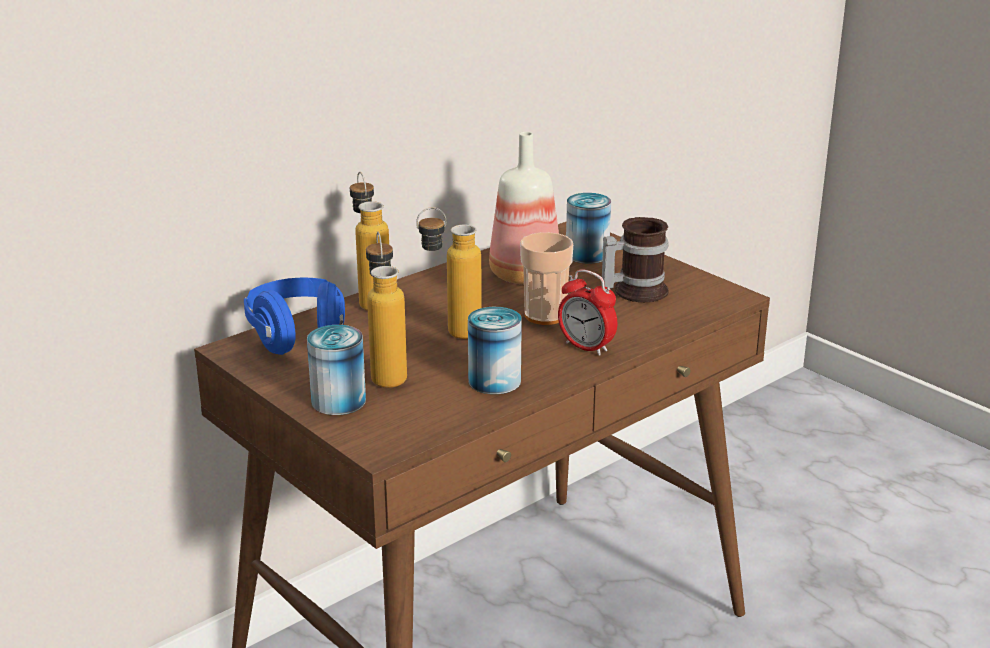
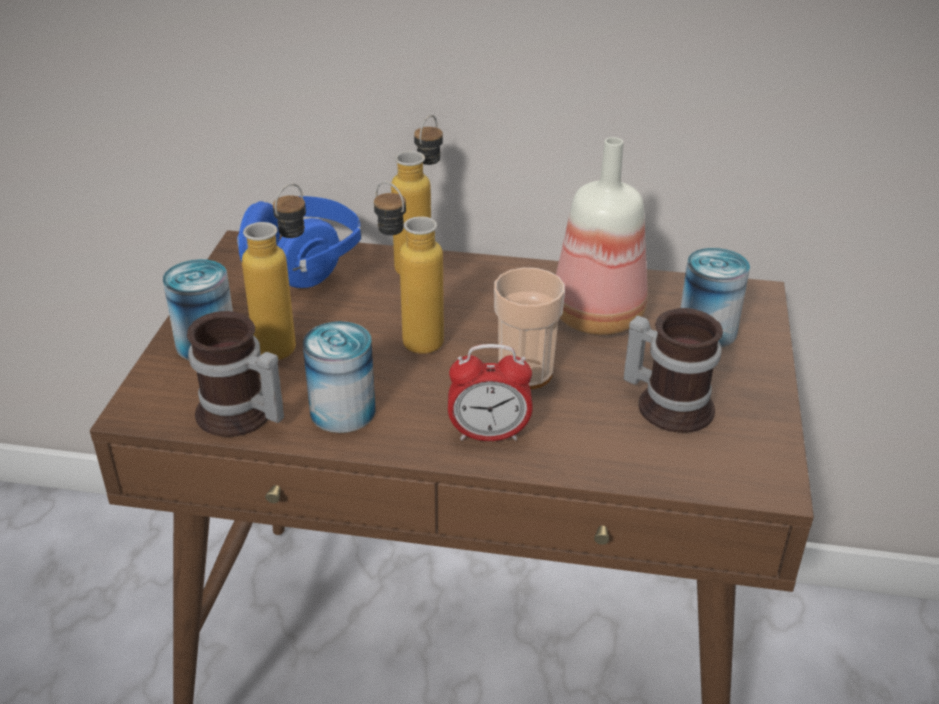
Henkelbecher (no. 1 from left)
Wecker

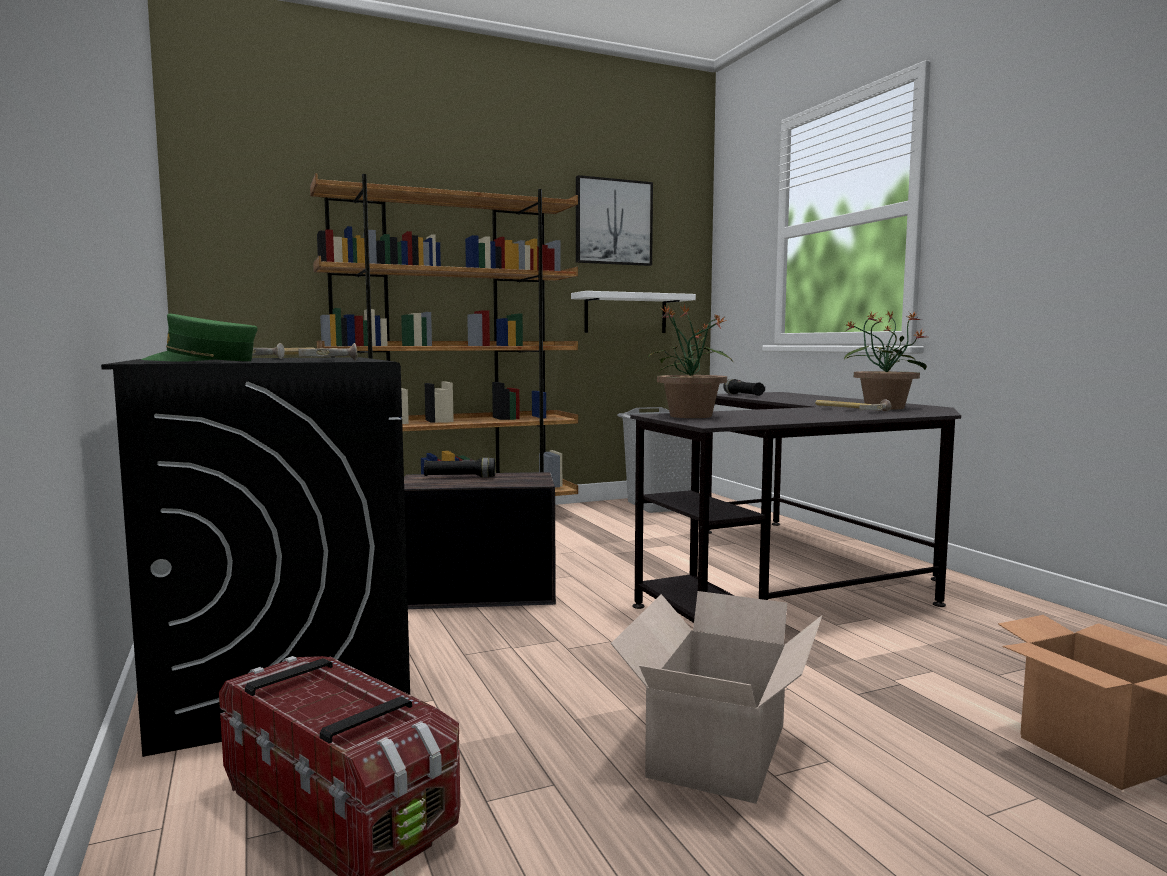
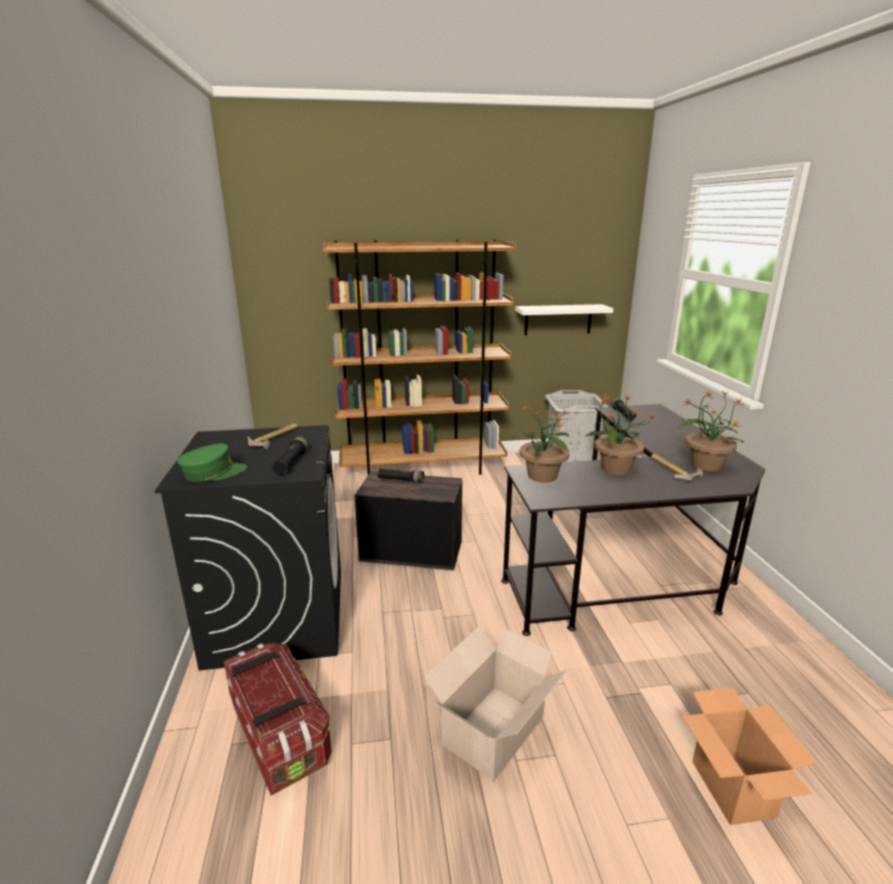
Kappe [grün]
Taschenlampe [schwarz] (no. 1 from left)
Topfpflanze (no. 2 from left)
Bild

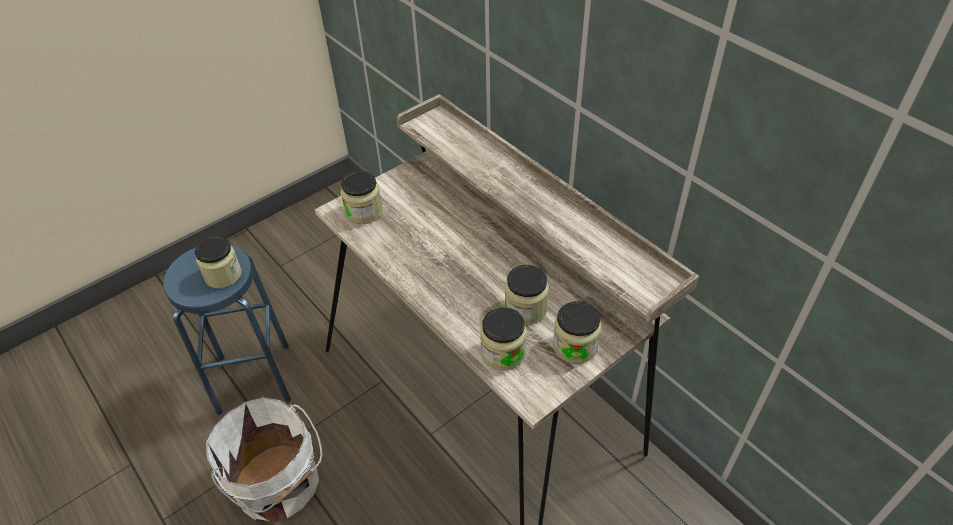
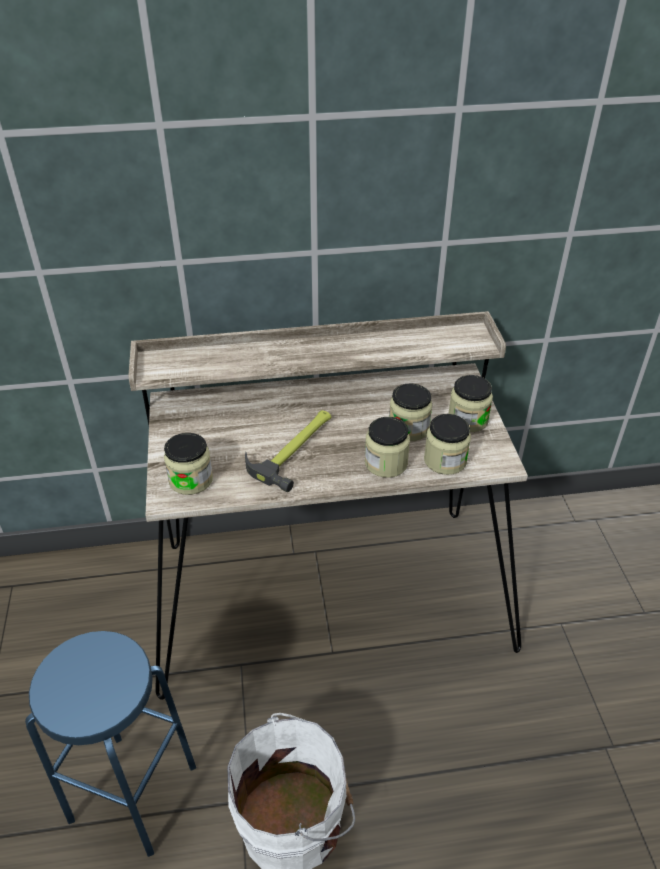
Hammer
Vorratsglas (no. 2 from left)

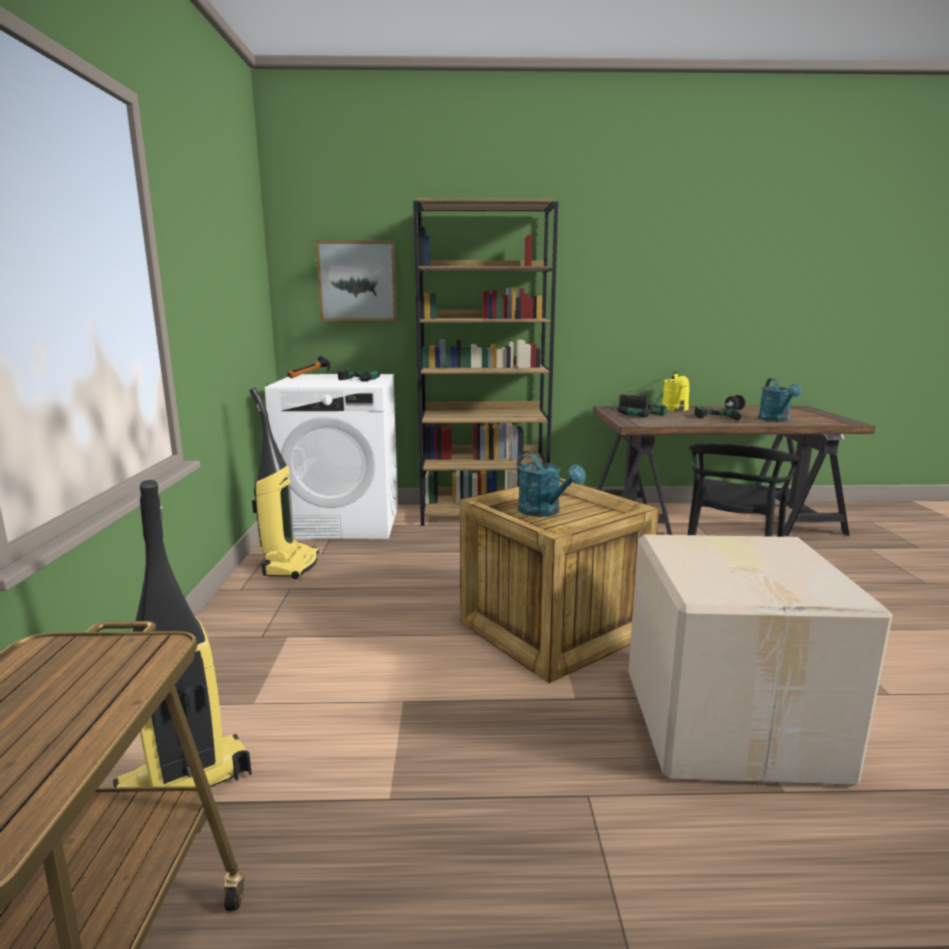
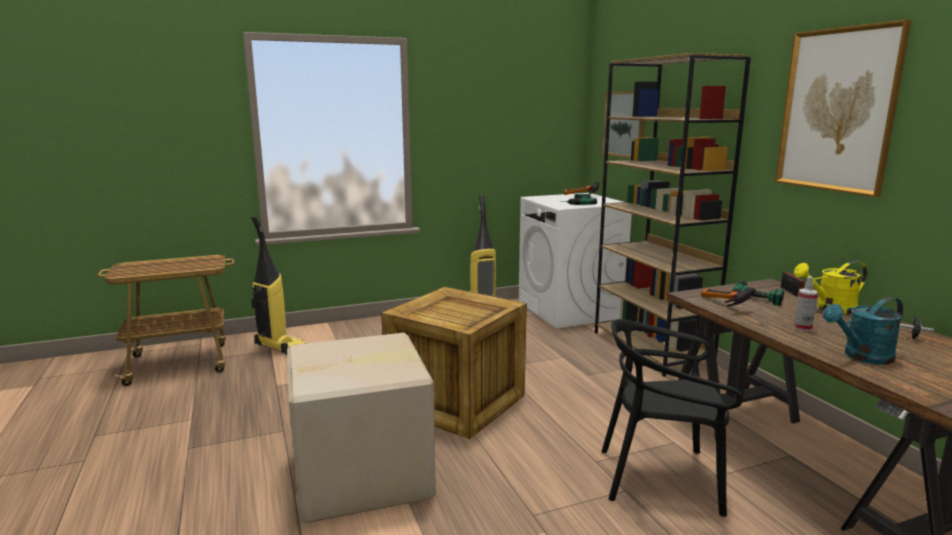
Hammer (no. 2 from left)
Bild (no. 2 from left)
Sprühflasche
Gießkanne [türkis] (no. 1 from left in the first image)

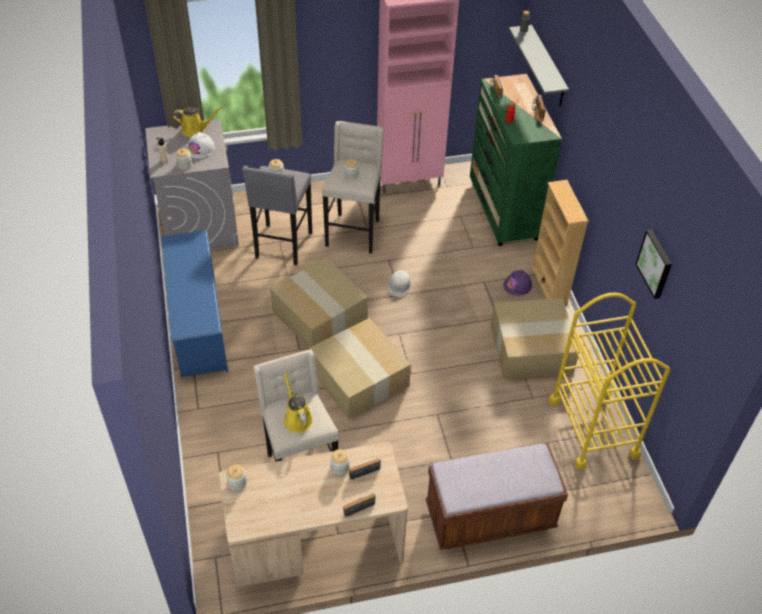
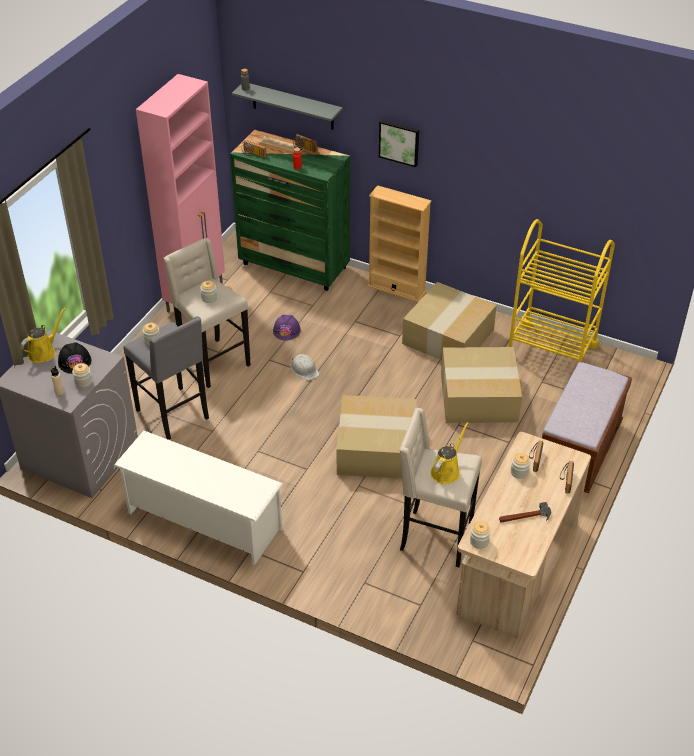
Schutzhelm [schwarz]
Schuhregal [weiß]
Schutzhelm [lila]
Bild
Gießkanne [gelb] (no. 2 from left)
Karton (no. 3 from left)
Hammer

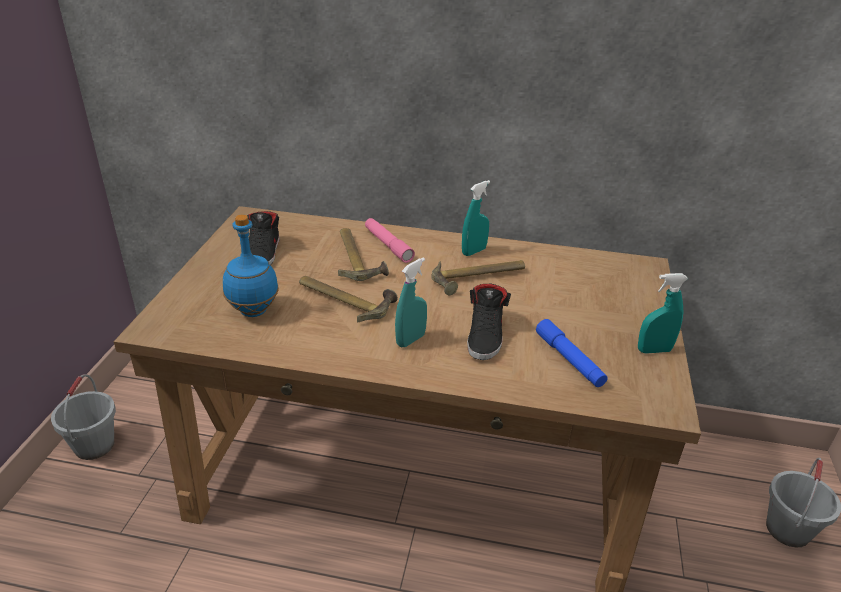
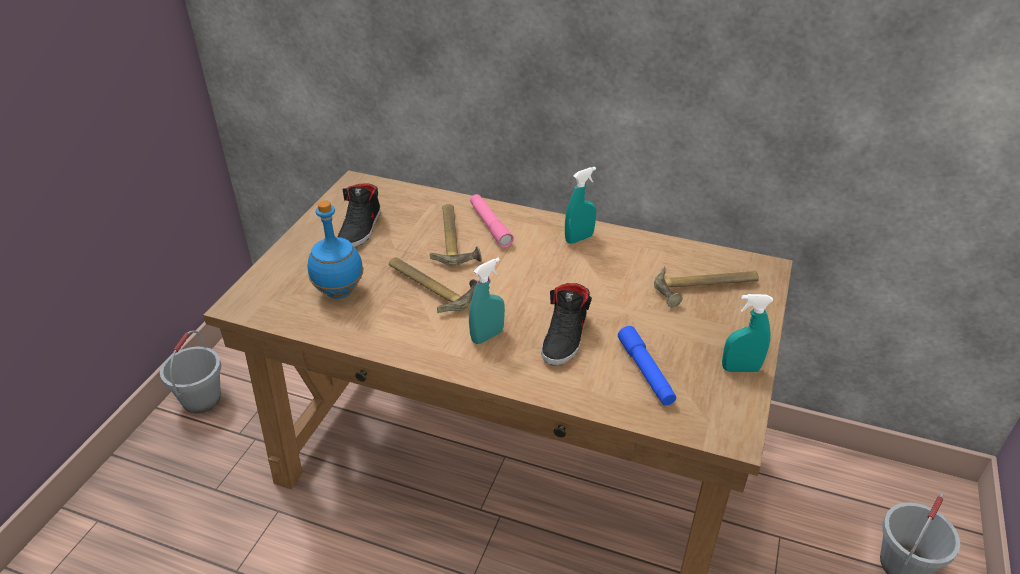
Hammer (no. 3 from left)

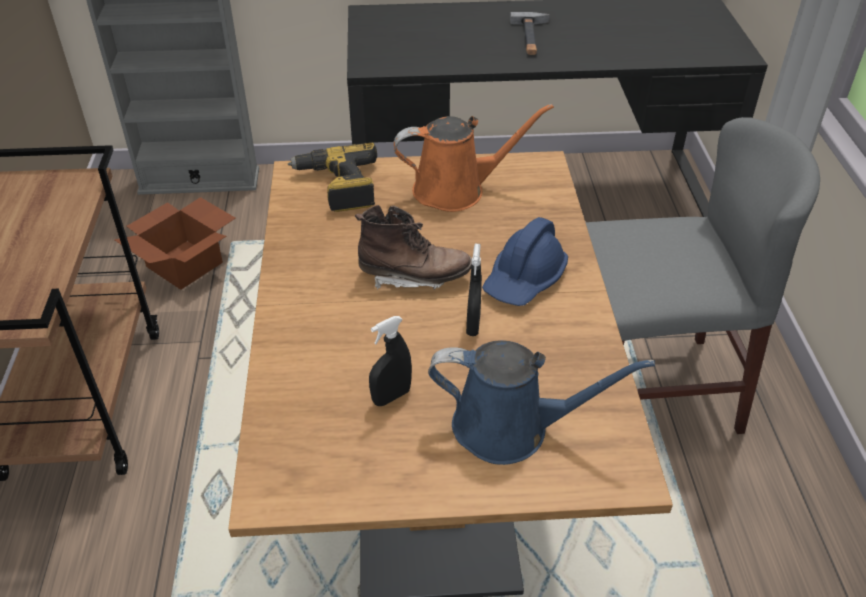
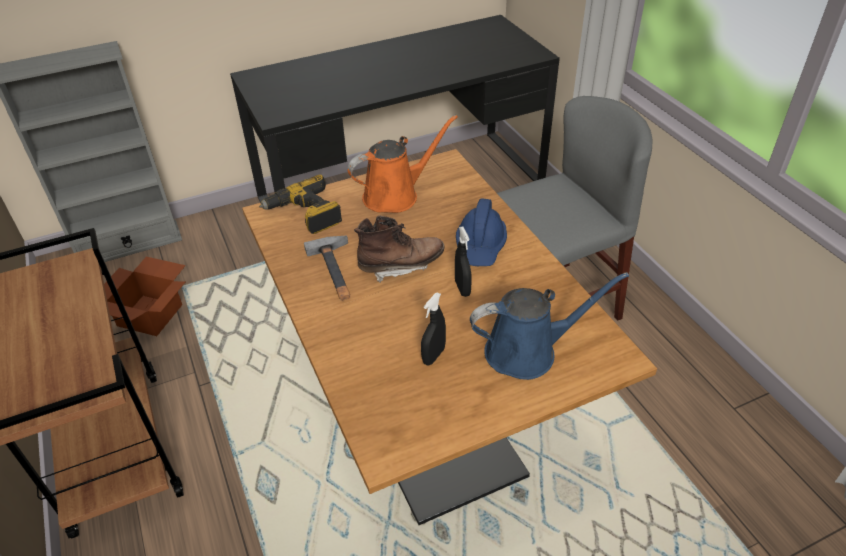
Hammer

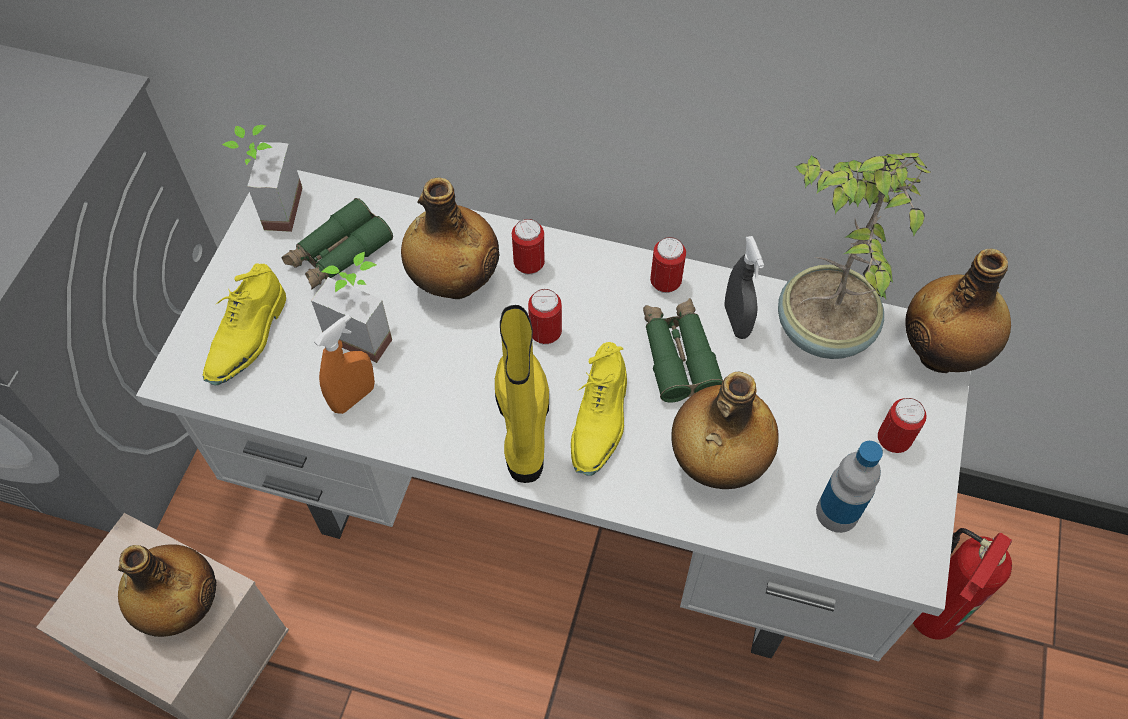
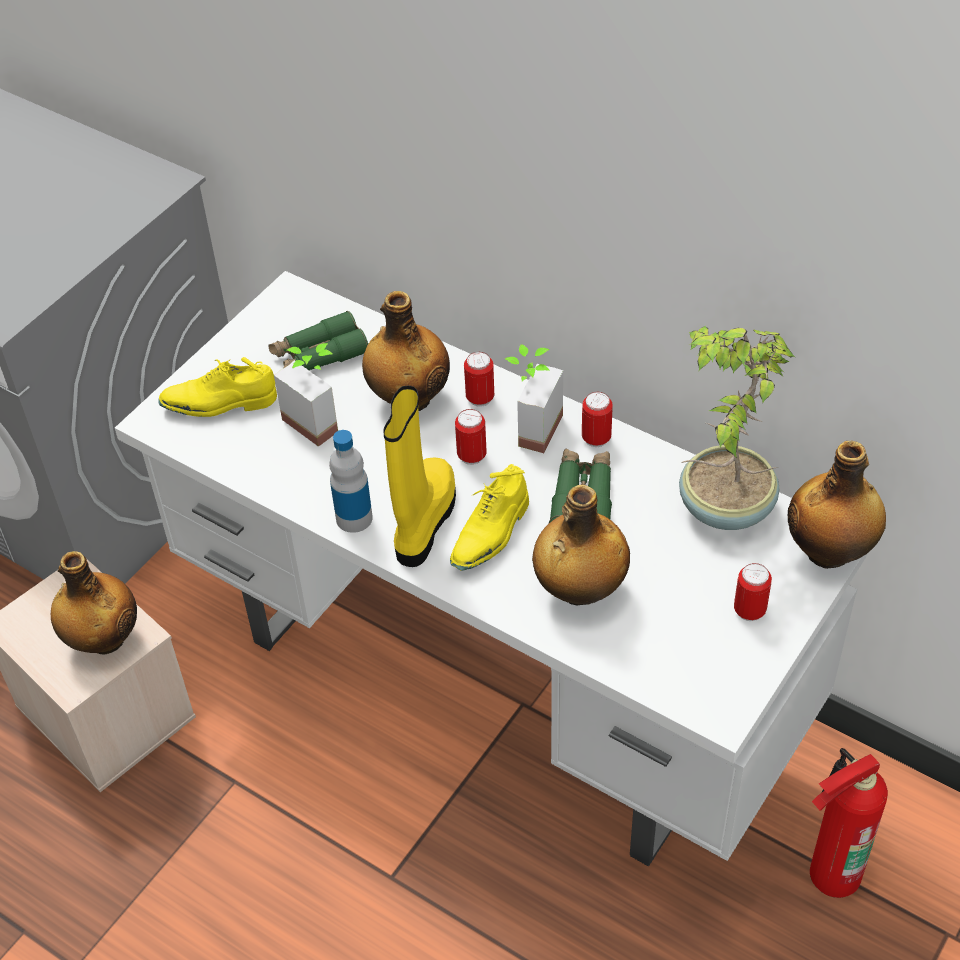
Schuh [gelb] (no. 1 from left)
Flasche (no. 2 from left)
Topfpflanze (no. 2 from left)
Sprühflasche [orange]
Sprühflasche [grau]

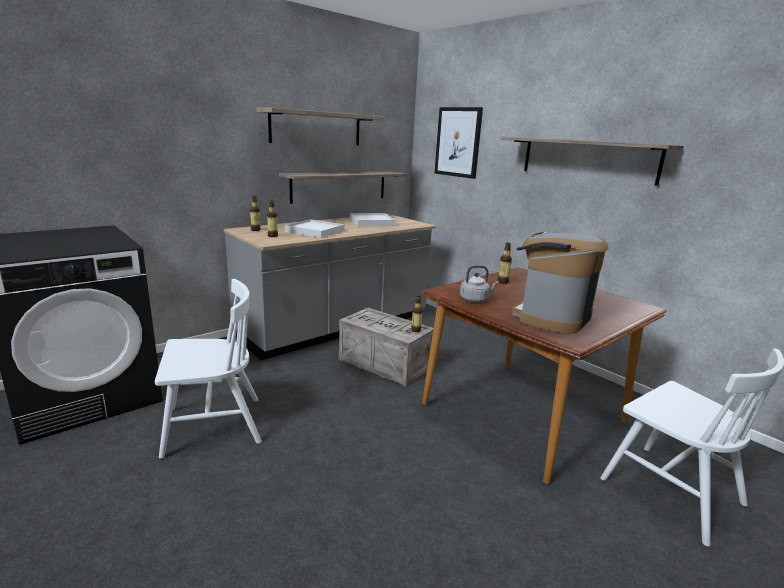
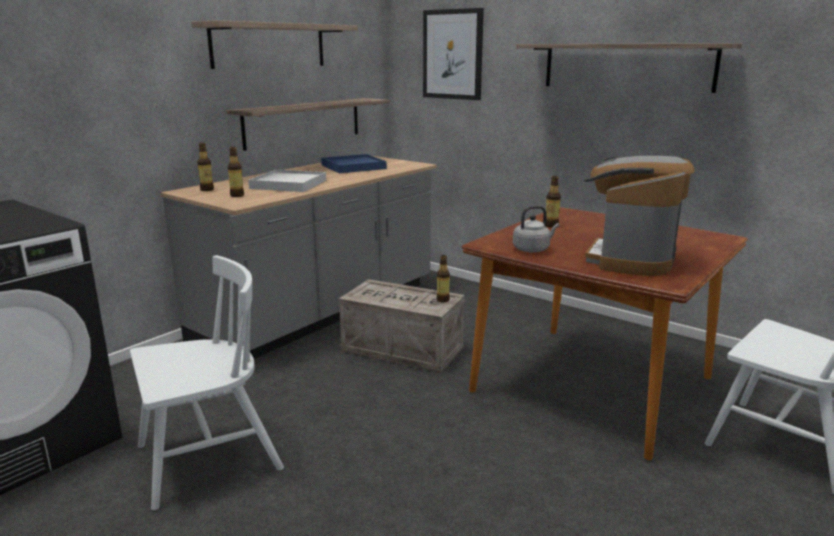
Tablett [blau]

